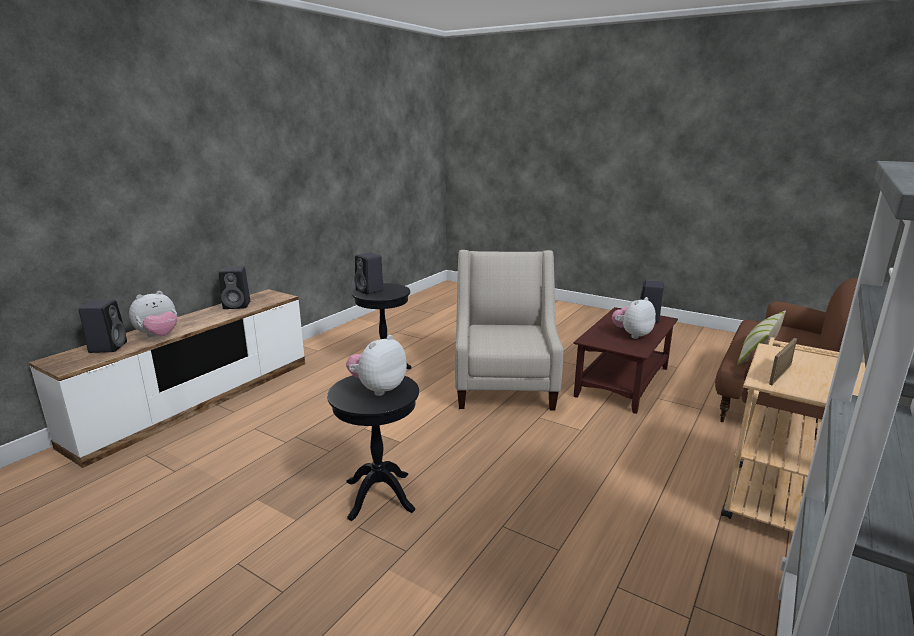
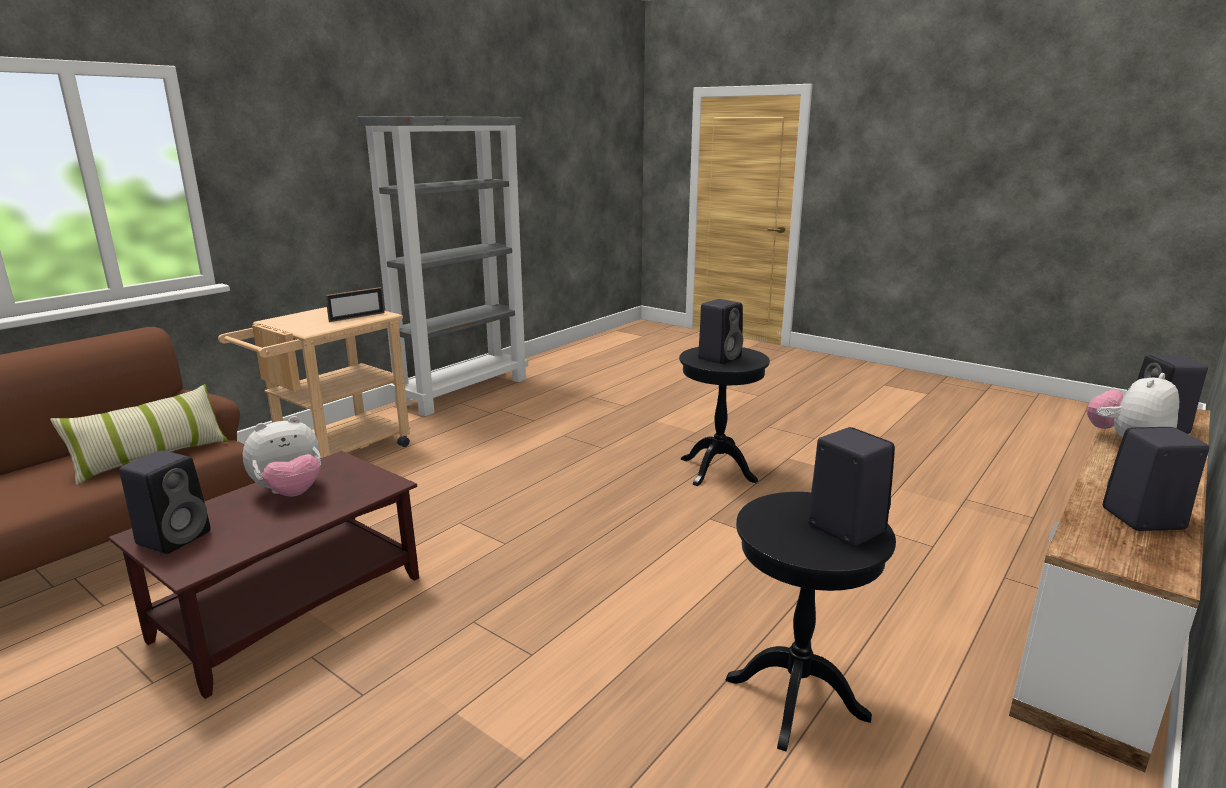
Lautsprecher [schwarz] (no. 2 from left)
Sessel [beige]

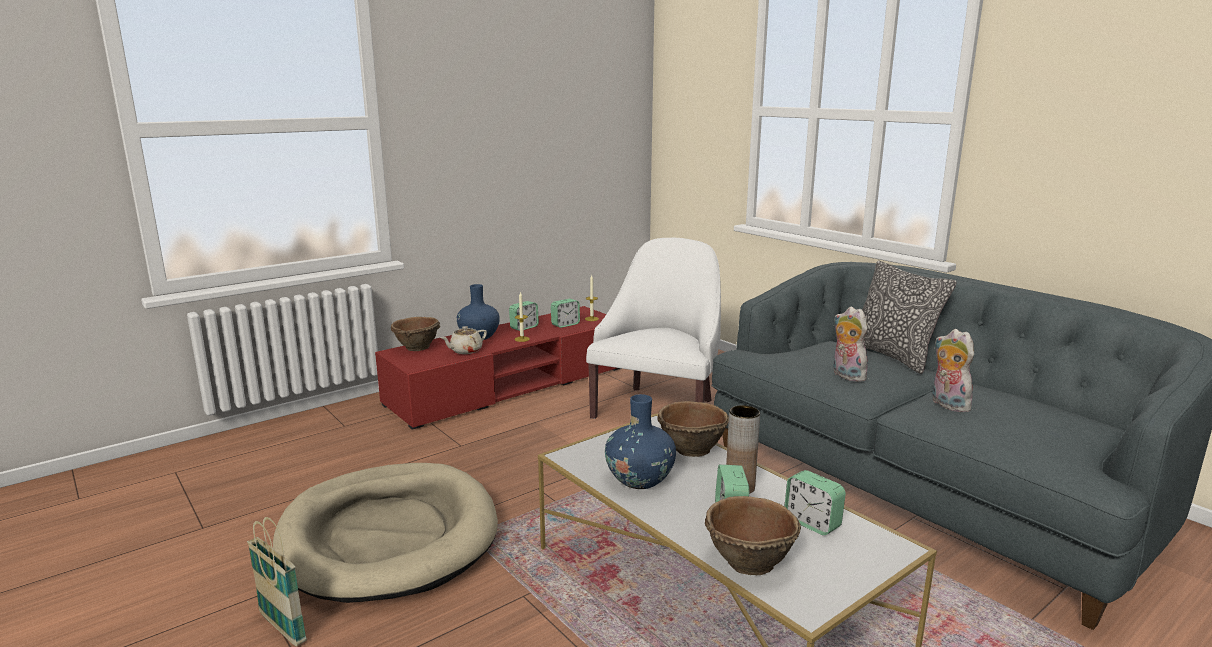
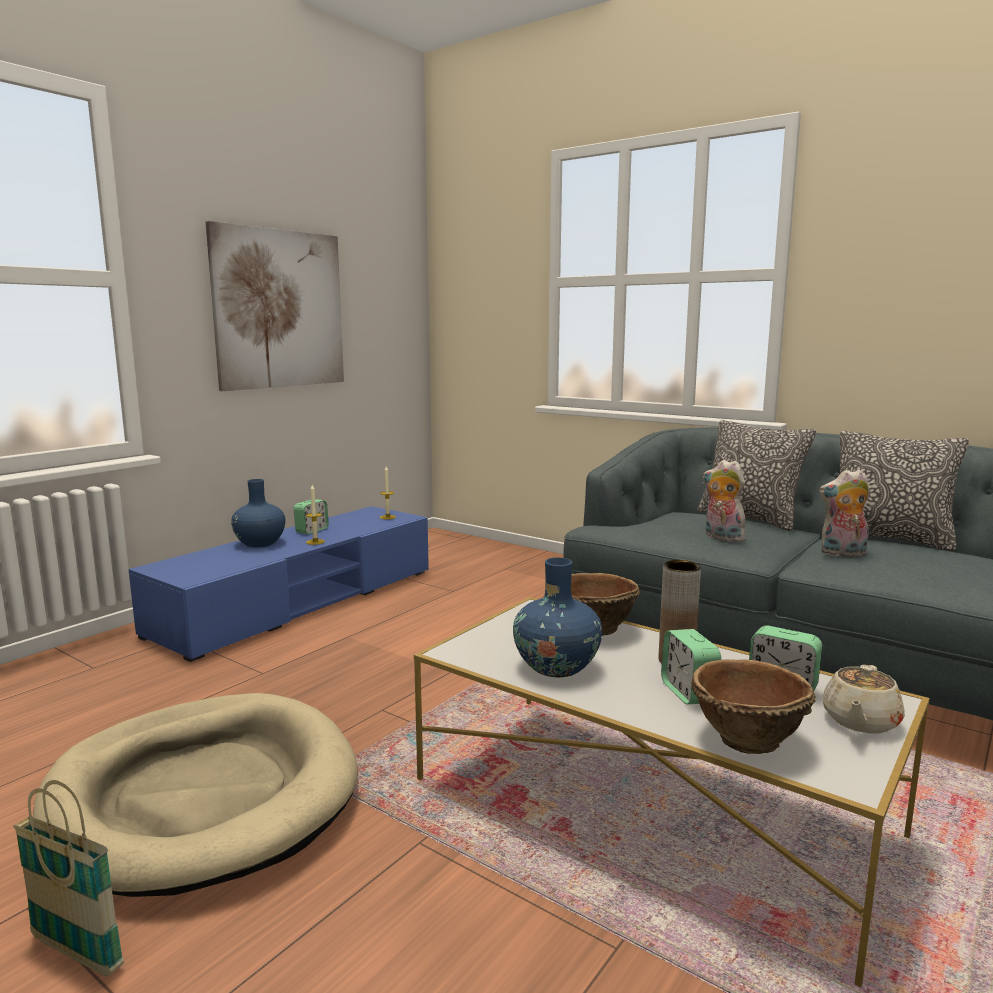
Fernsehschrank [blau]
Bild
Plüschtier (no. 2 from left)
Teekanne [beige]
Kissen (no. 2 from left)
Schüssel [braun] (no. 1 from left in the first image)
Wecker (no. 2 from left in the first image)
Sessel [weiß]

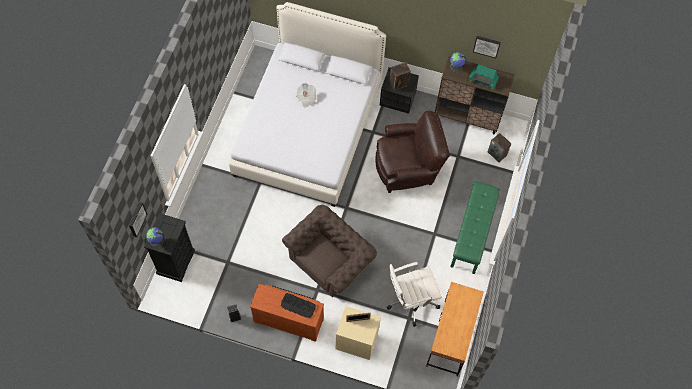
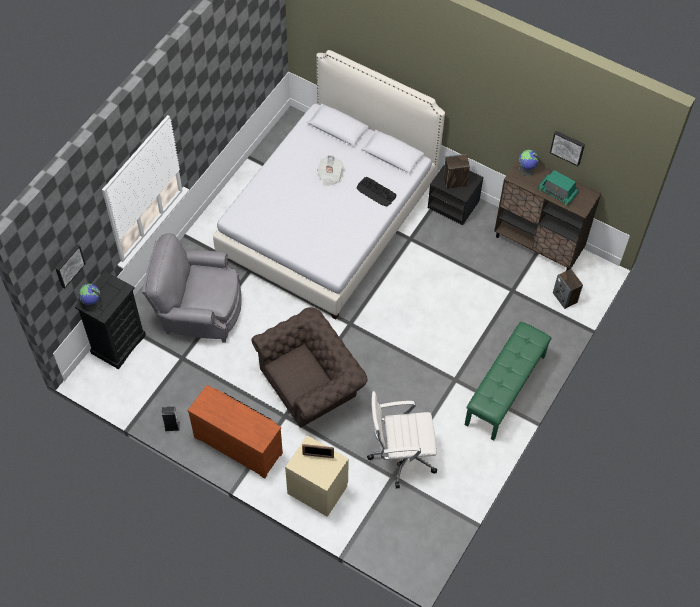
Sessel [grau]
Tastatur
Sessel [braun] (no. 2 from left in the first image)
Schreibtisch [braun]

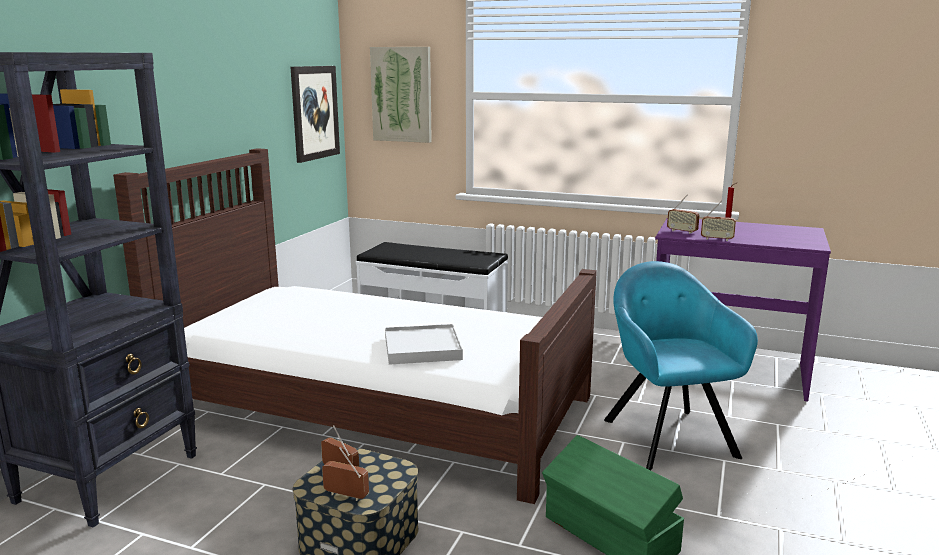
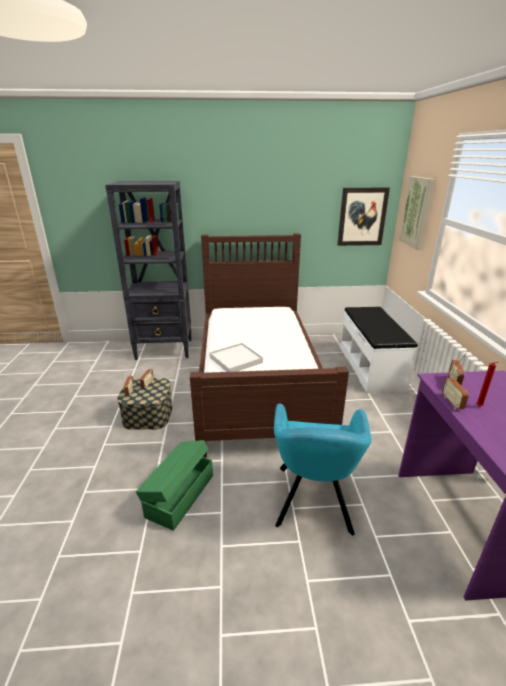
Sessel [türkis]

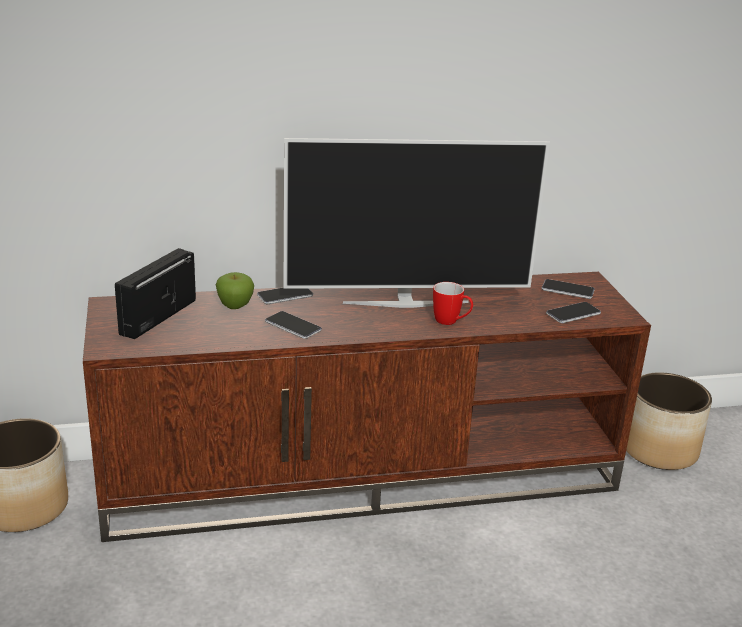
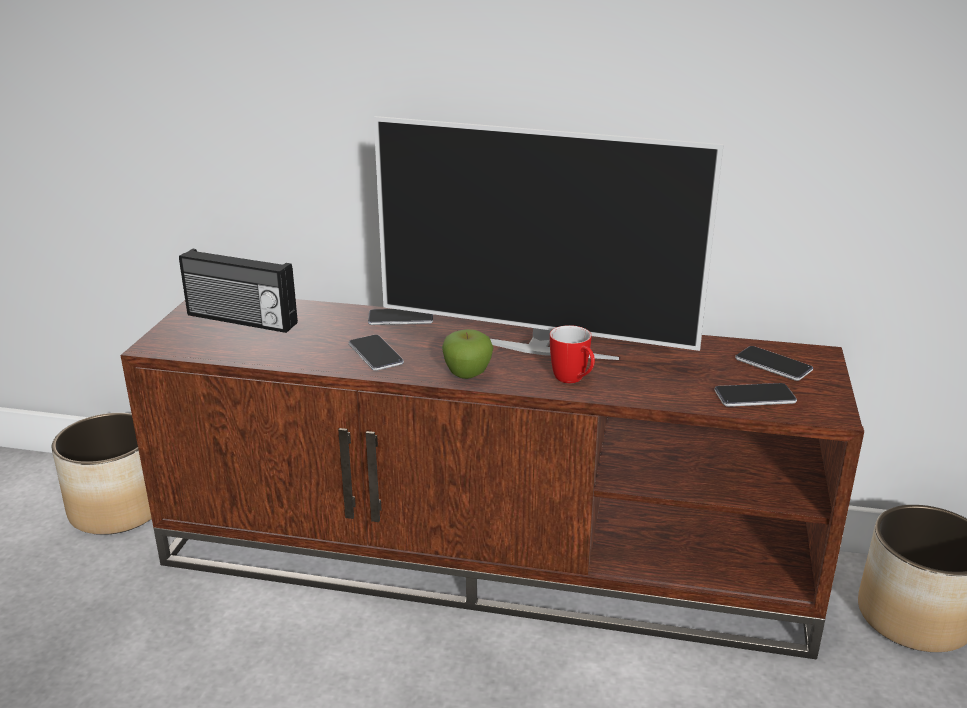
Radio
Apfel

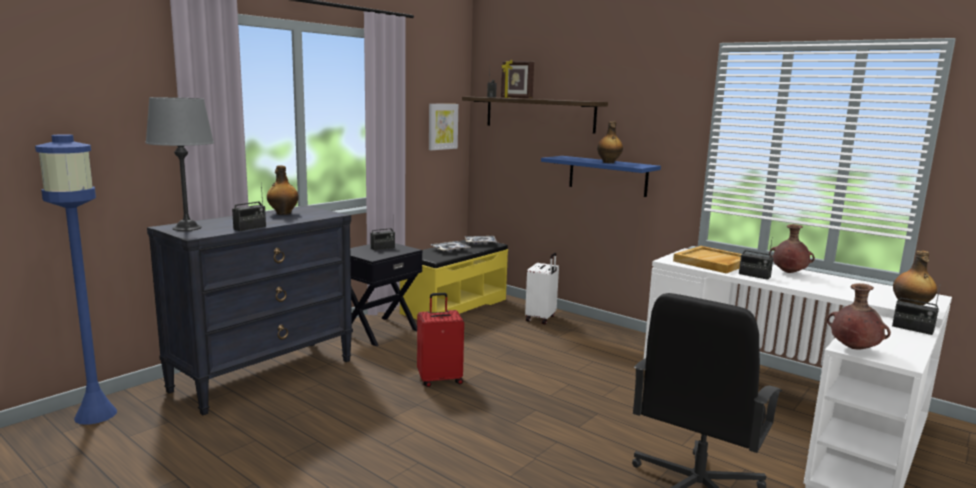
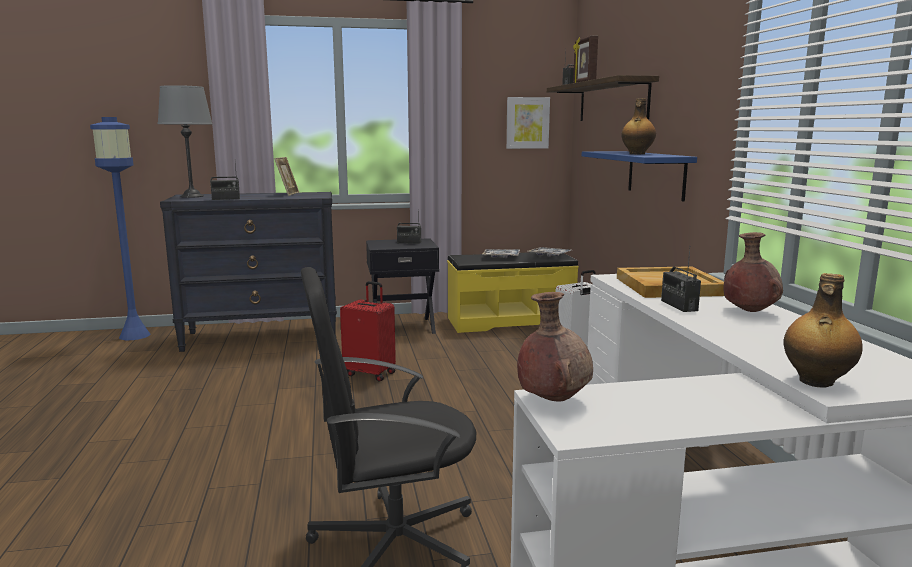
Bilderrahmen (no. 1 from left)
Radio (no. 5 from left in the first image)

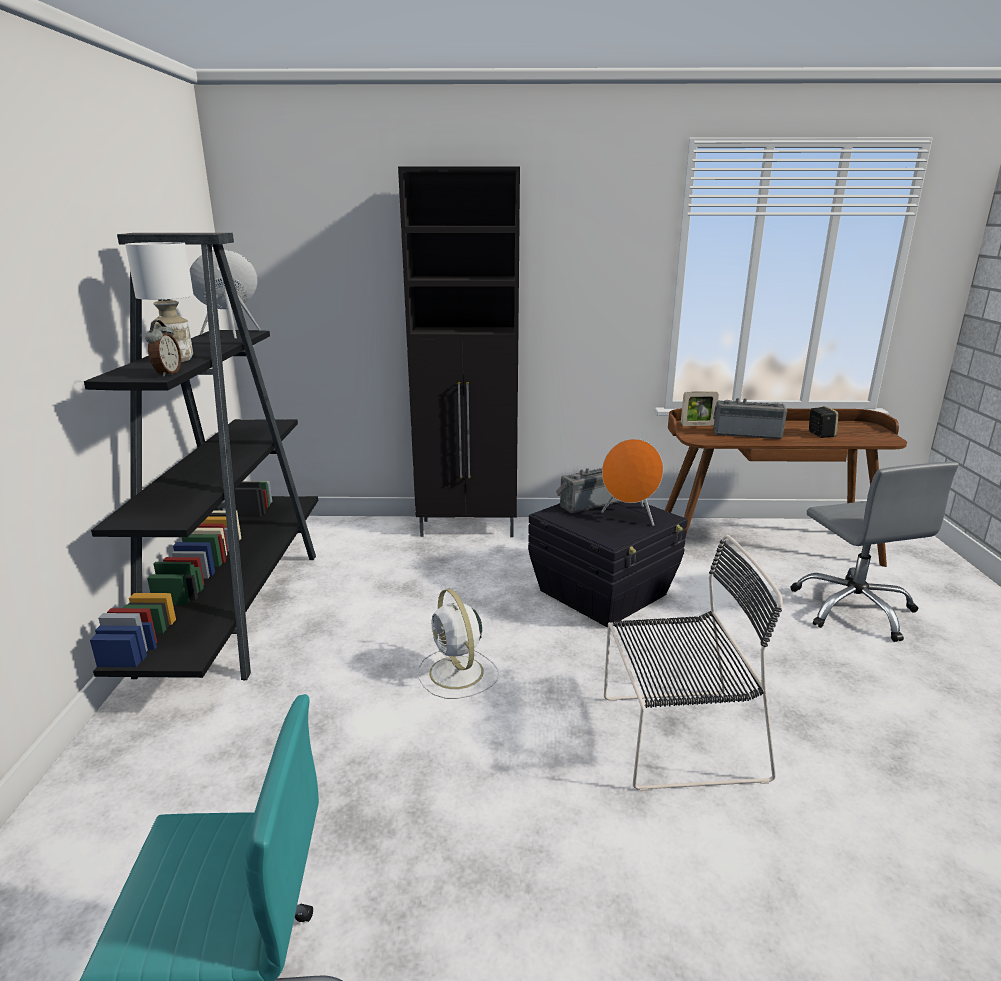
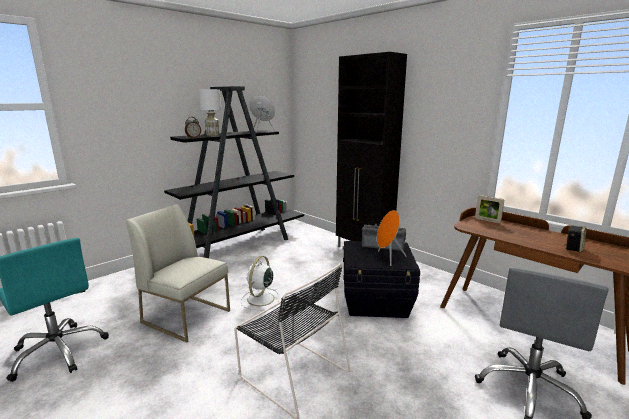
Stuhl [weiß]
Radio (no. 2 from left in the first image)

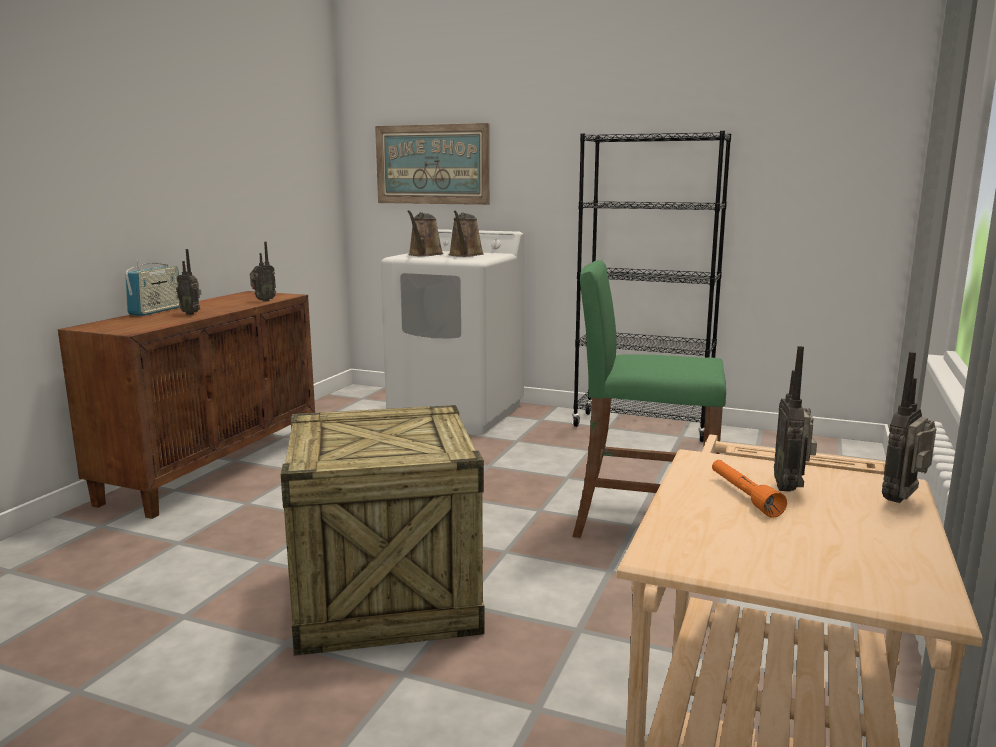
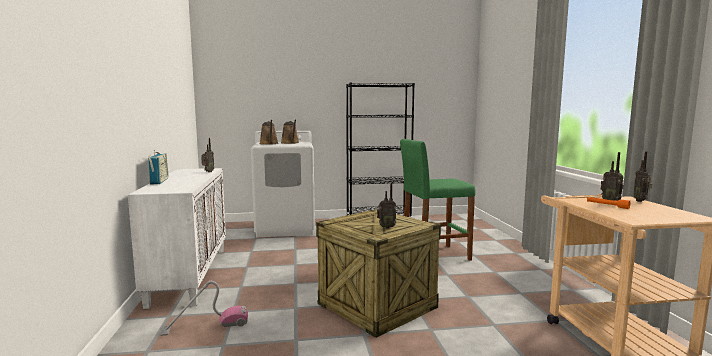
Schrank [weiß]
Staubsauger
Radio (no. 3 from left)
Bild

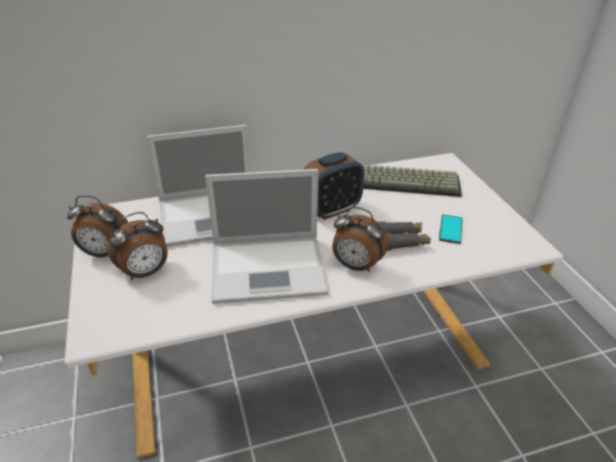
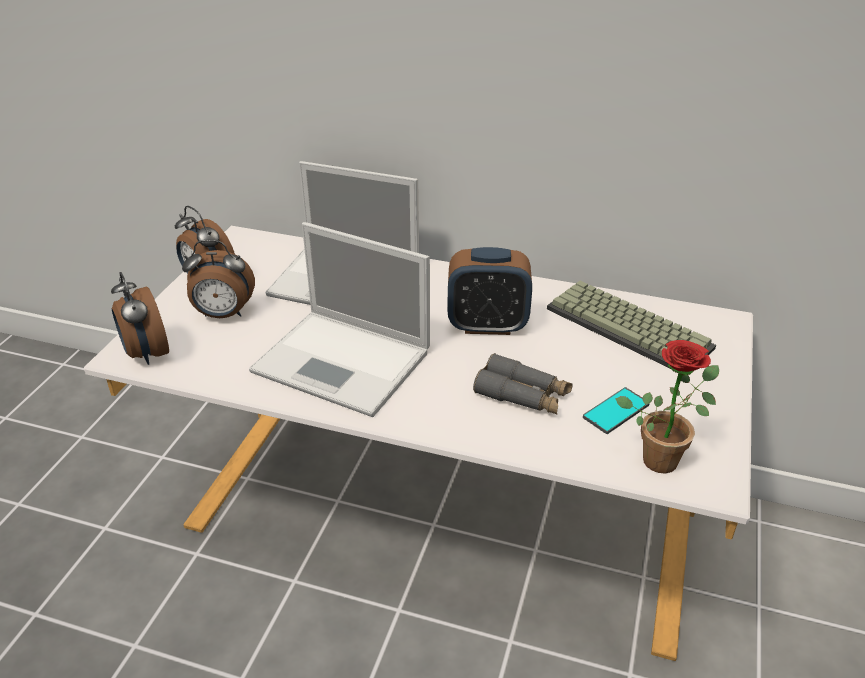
Wecker (no. 1 from left)
Topfpflanze

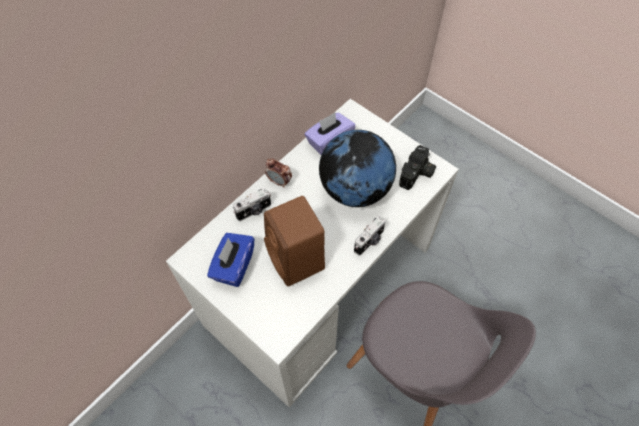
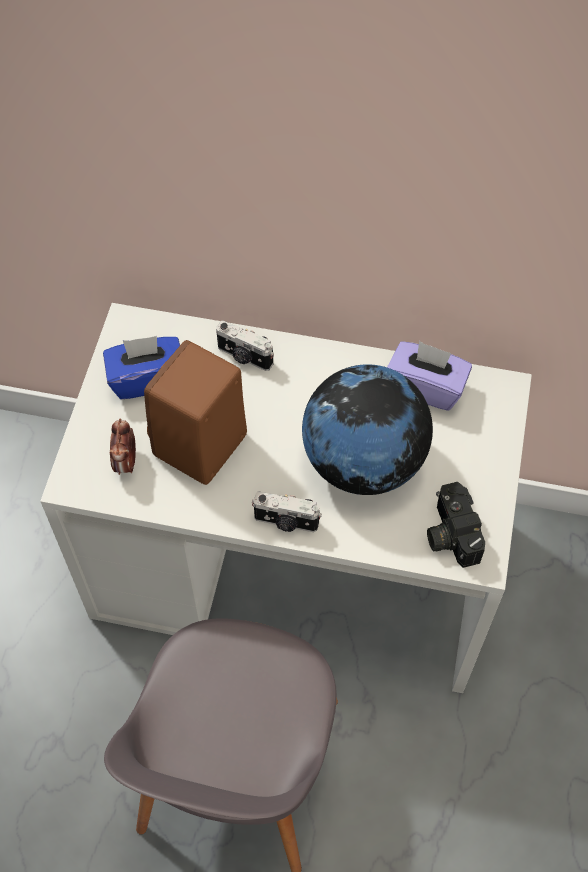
Wecker
Kamera (no. 3 from left)

